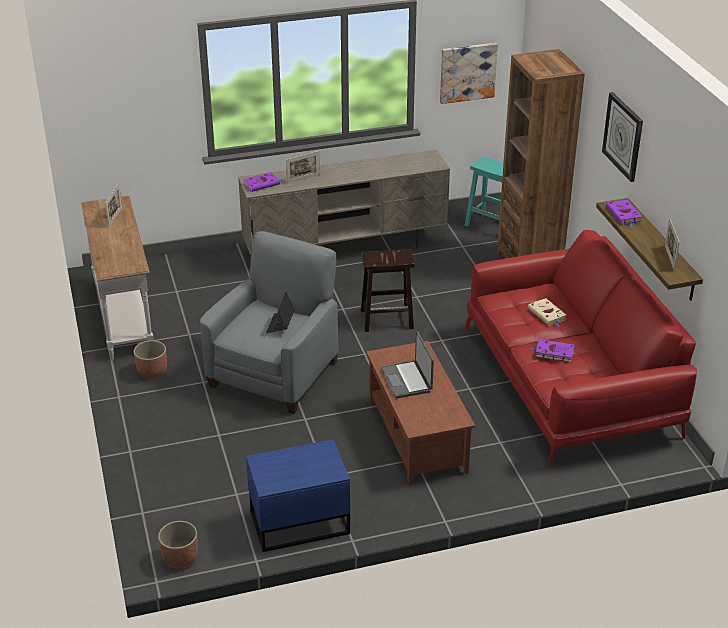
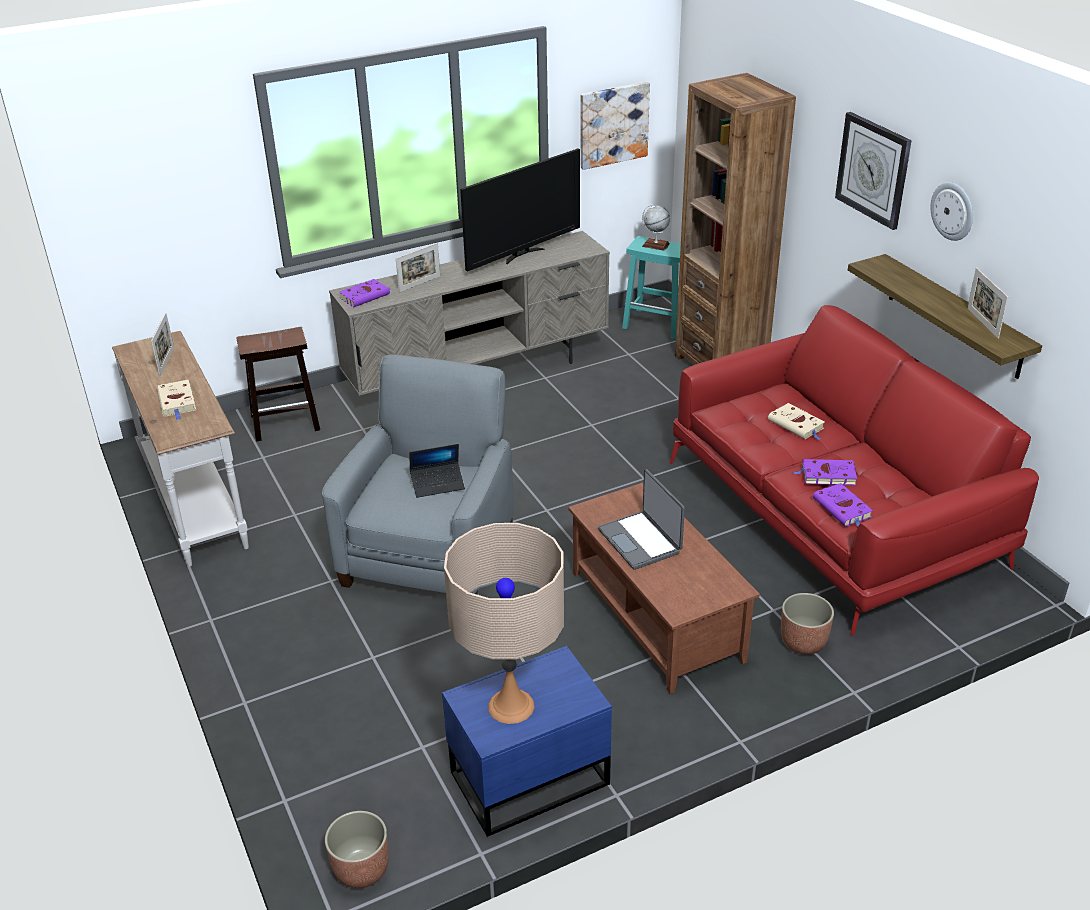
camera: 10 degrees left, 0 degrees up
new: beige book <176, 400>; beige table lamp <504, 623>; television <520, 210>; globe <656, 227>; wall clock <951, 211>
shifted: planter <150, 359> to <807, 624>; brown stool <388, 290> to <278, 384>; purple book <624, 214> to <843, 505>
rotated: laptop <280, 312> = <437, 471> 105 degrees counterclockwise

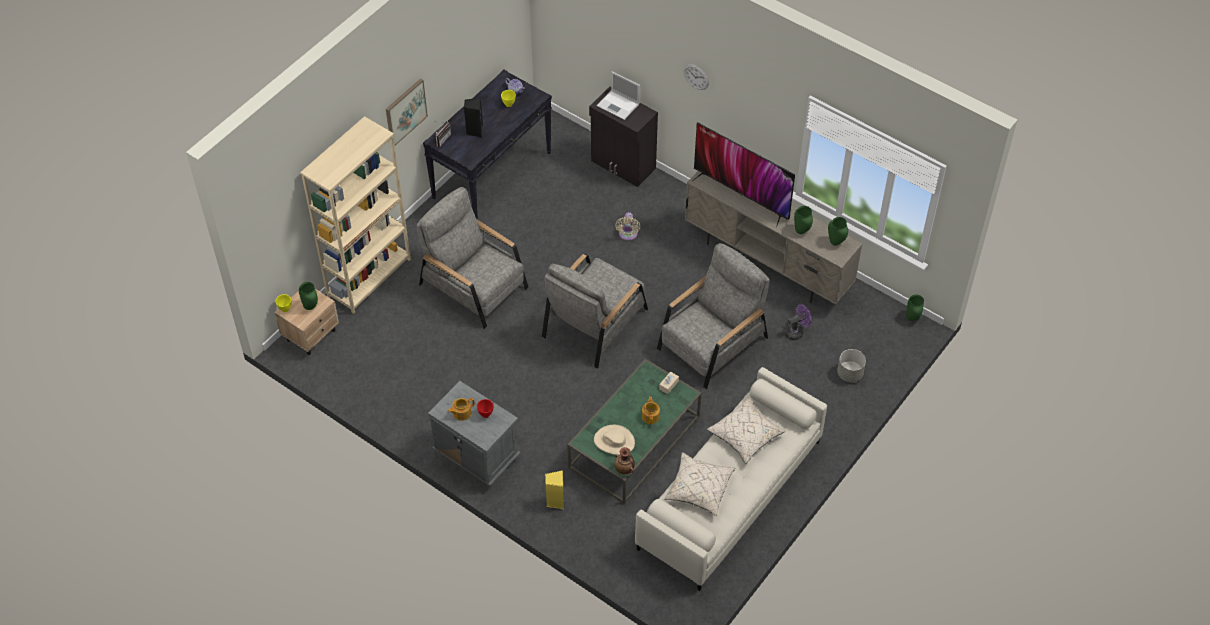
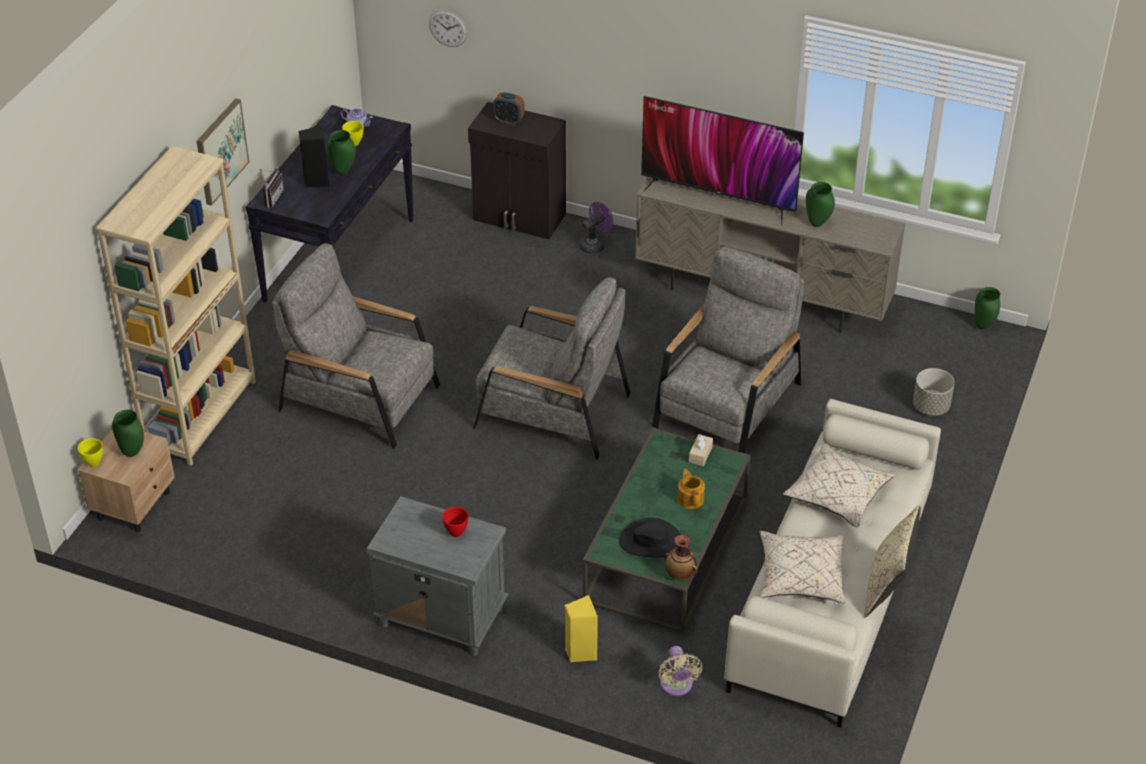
camera: 15 degrees left, 10 degrees down
gone: teapot <461, 409>
new: beige pillow <892, 561>
shifted: beige fan <627, 226> to <680, 671>; wall clock <696, 77> to <448, 28>; purple fan <798, 322> to <596, 228>; green vase <838, 231> to <341, 152>
swapped: laptop <618, 95> to alarm clock <509, 108>
repainted: beige hat <614, 440> to black hat <650, 537>
rotated: grey armchair <595, 310> = <552, 368> 90 degrees counterclockwise

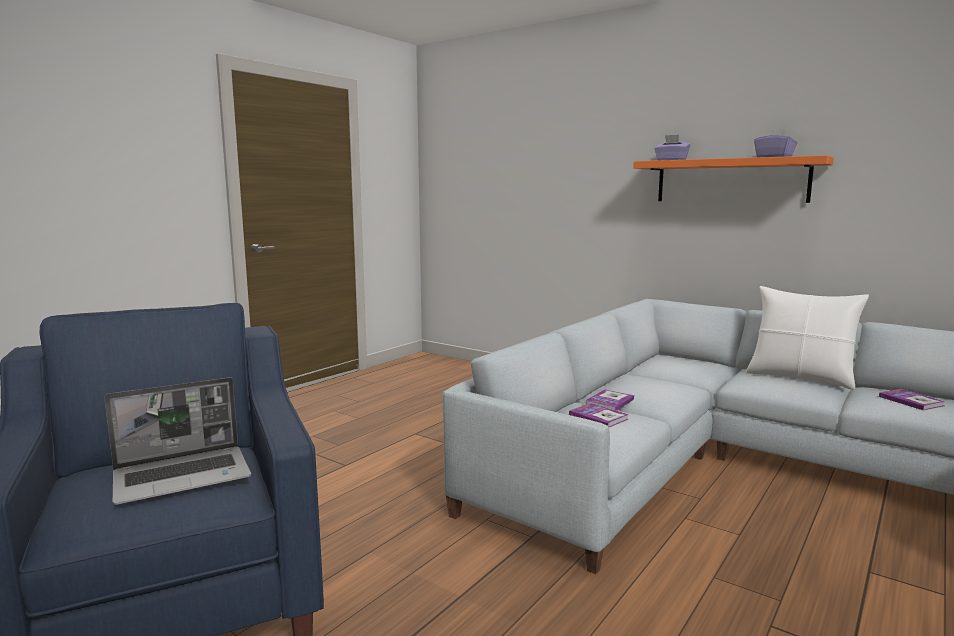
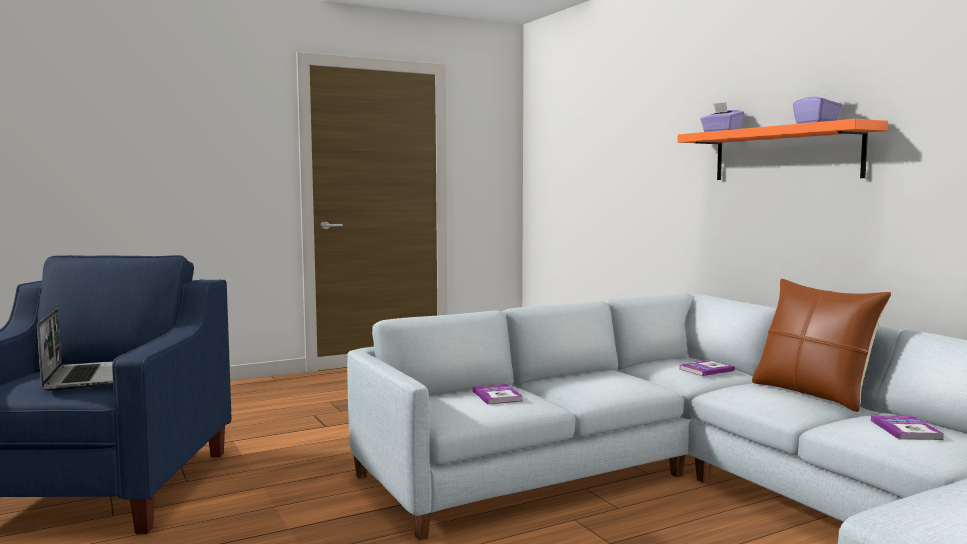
camera: 25 degrees right, 5 degrees down
shifted: book <609, 400> to <707, 368>
repainted: white pillow <807, 338> to brown pillow <821, 345>
rotated: laptop <178, 441> = <75, 350> 105 degrees counterclockwise

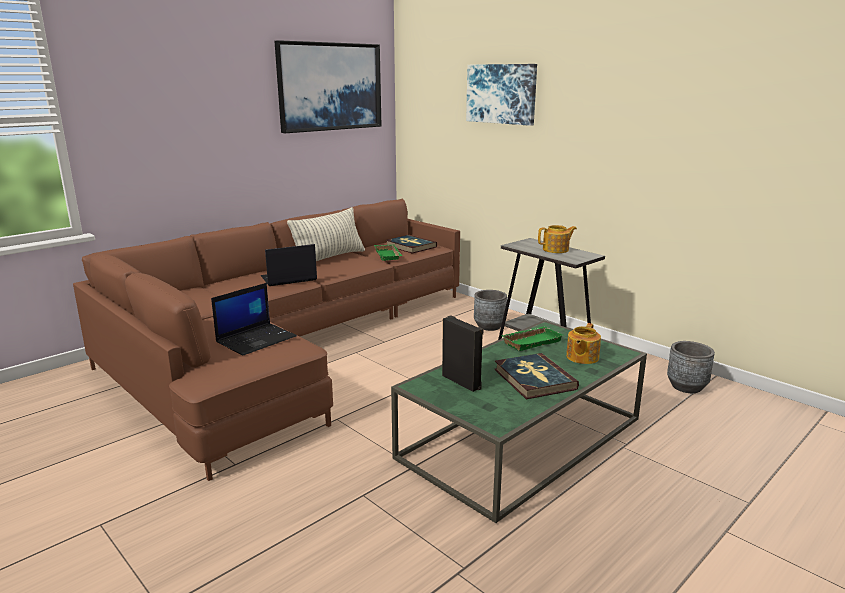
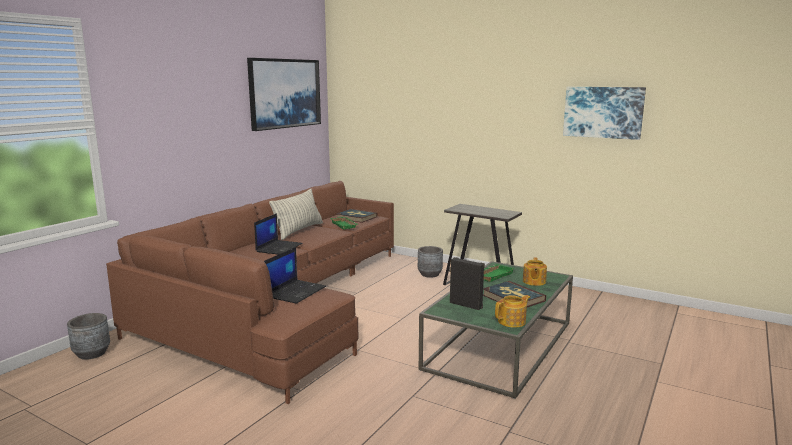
camera: 15 degrees left, 5 degrees down
shifted: picture <501, 95> to <604, 113>; teapot <557, 239> to <512, 311>; grey planter <691, 367> to <88, 336>
rotated: laptop <289, 265> = <278, 233> 150 degrees clockwise

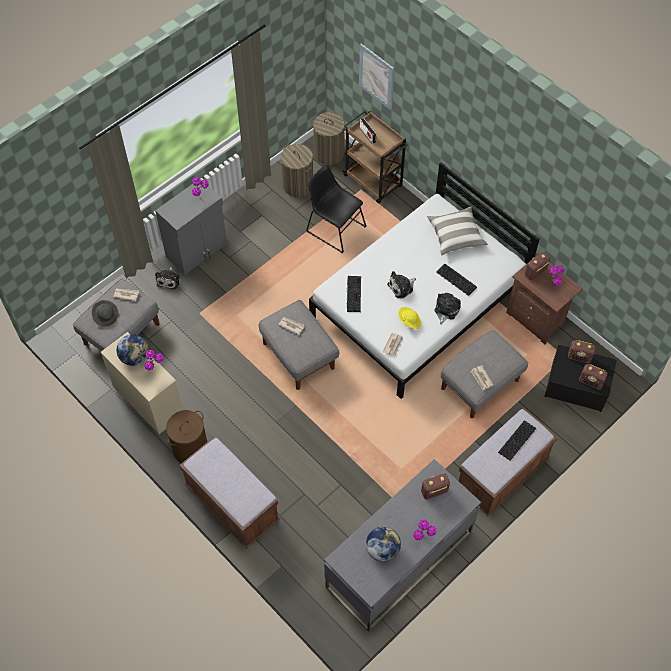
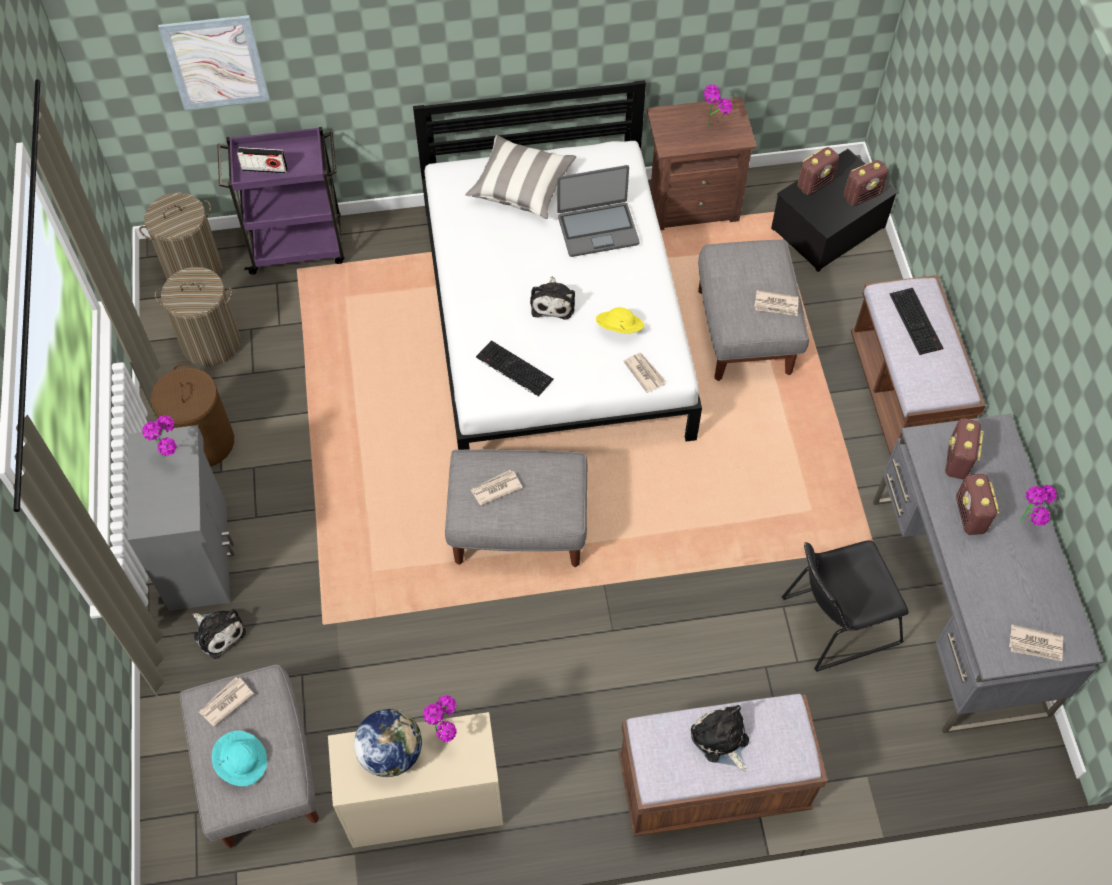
camera: 55 degrees left, 0 degrees up
gone: globe <383, 544>
new: newspaper <1036, 643>
shifted: brown laundry basket <186, 436> to <192, 415>; black chair <336, 208> to <845, 606>; plush toy <447, 309> to <720, 738>; radio <537, 266> to <977, 504>
swapped: keyboard <456, 280> to laptop <598, 211>
repainted: grey hat <105, 313> to turquoise hat <239, 758>; brown cart <375, 157> to purple cart <281, 201>

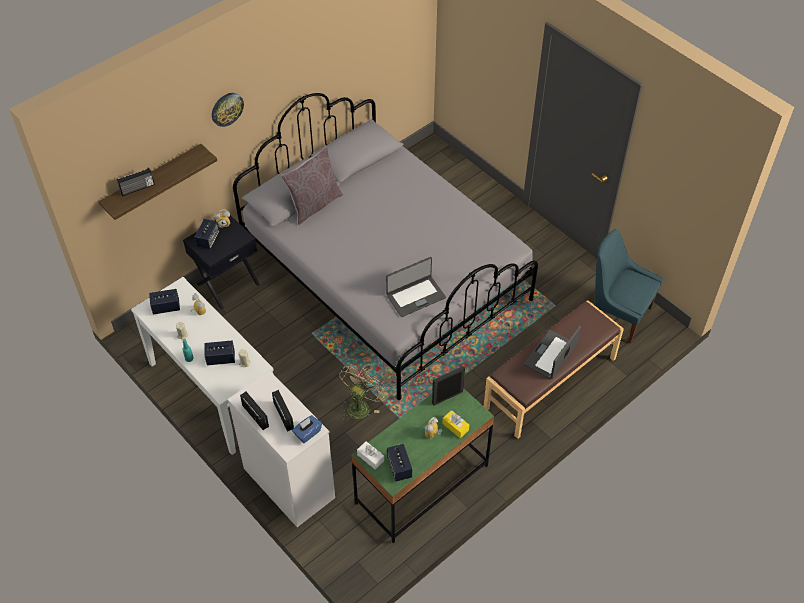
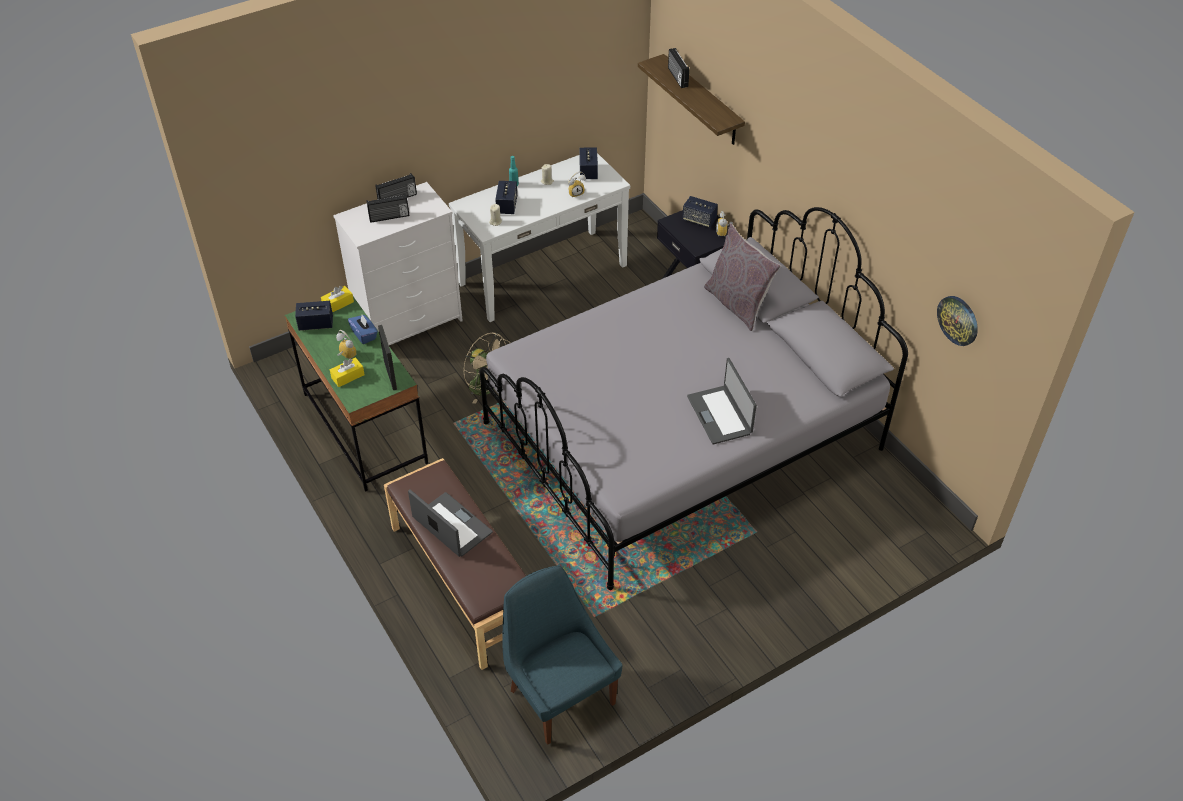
camera: 100 degrees right, 5 degrees down
shifted: wall clock <228, 110> to <957, 321>; blue tissue box <307, 429> to <363, 329>; laptop <416, 287> to <722, 401>
repainted: white tissue box <370, 455> to yellow tissue box <337, 299>
rotated: blue chair <629, 286> = <562, 655> 75 degrees counterclockwise

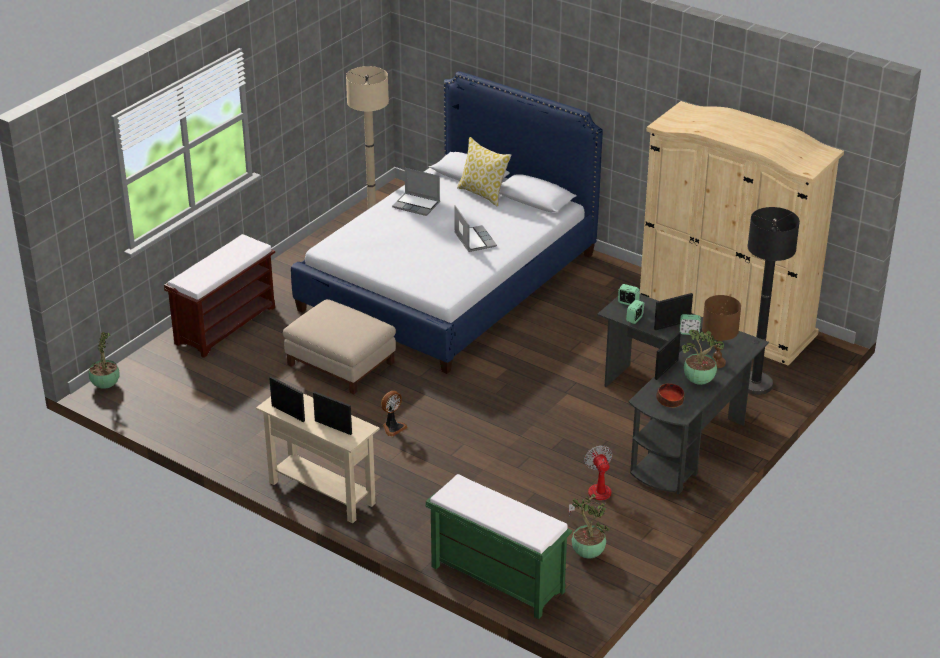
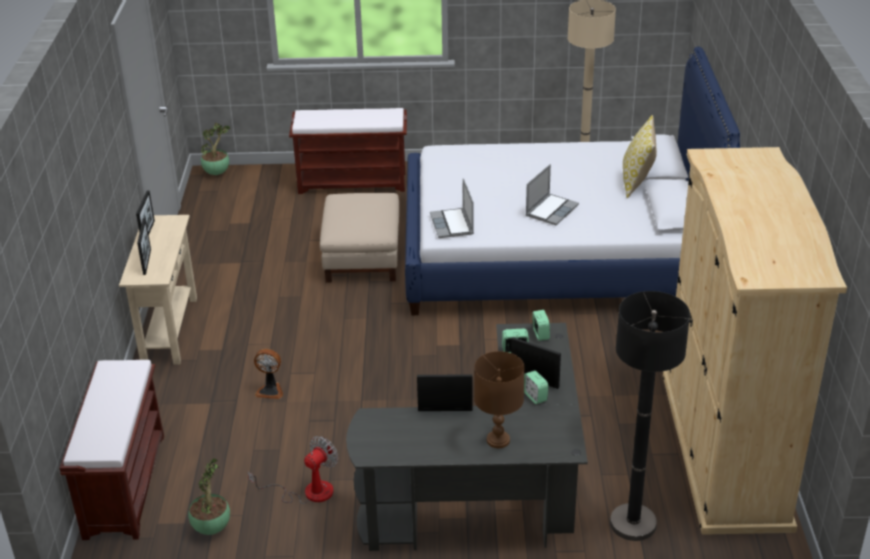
camera: 55 degrees right, 0 degrees up
gone: bowl <670, 395>; potted plant <702, 357>
shifted: fan <394, 414> to <268, 374>; laptop <416, 192> to <452, 208>
repainted: green bench <498, 546> to brown bench <111, 450>

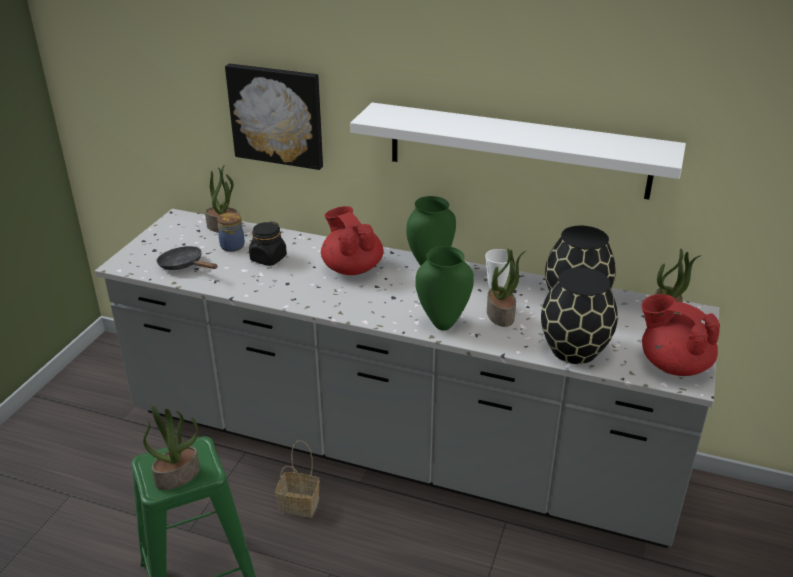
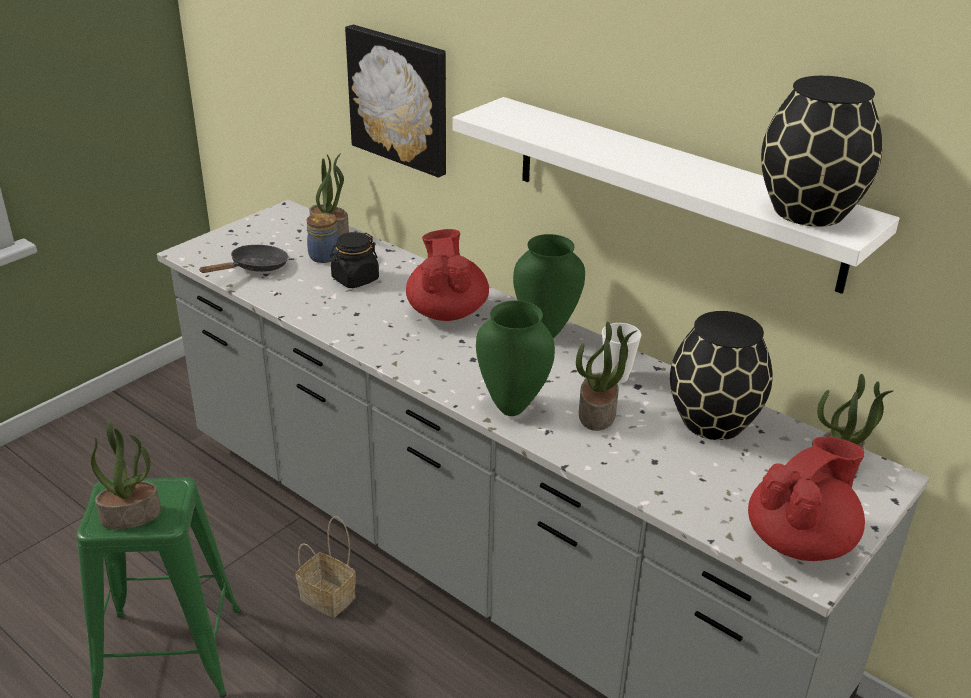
camera: 20 degrees right, 0 degrees up
shifted: black vase <579, 315> to <821, 151>
rotated: black frying pan <186, 258> = <243, 259> 75 degrees clockwise; red teapot <680, 335> = <806, 499> 75 degrees clockwise

